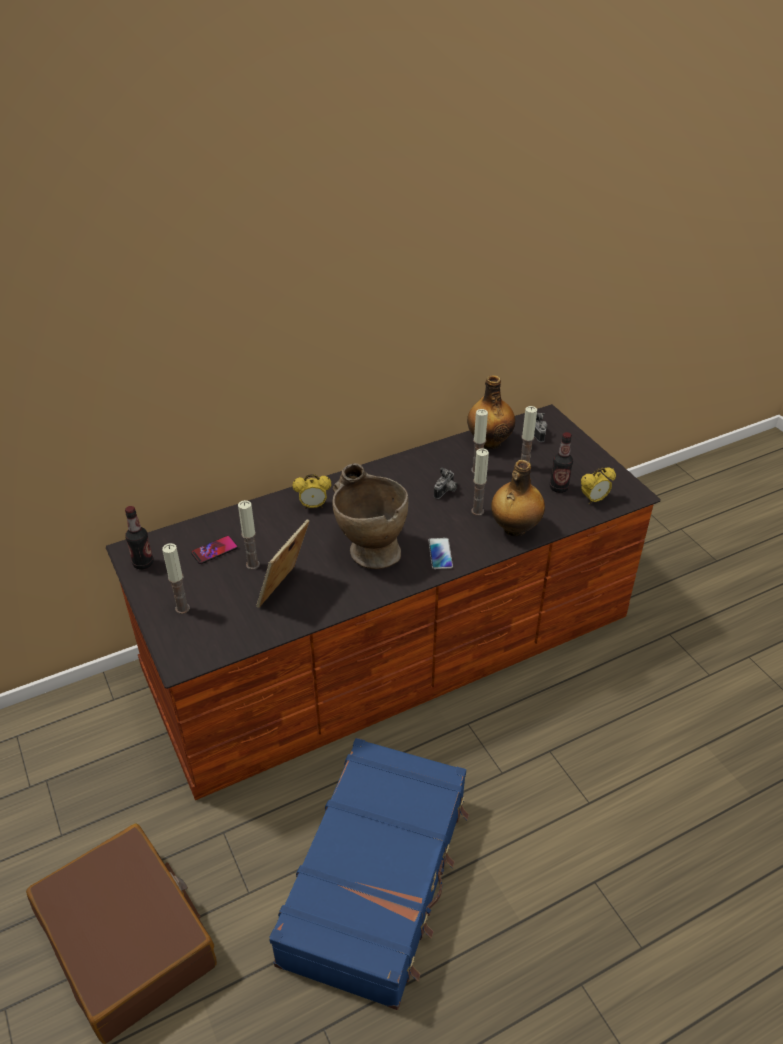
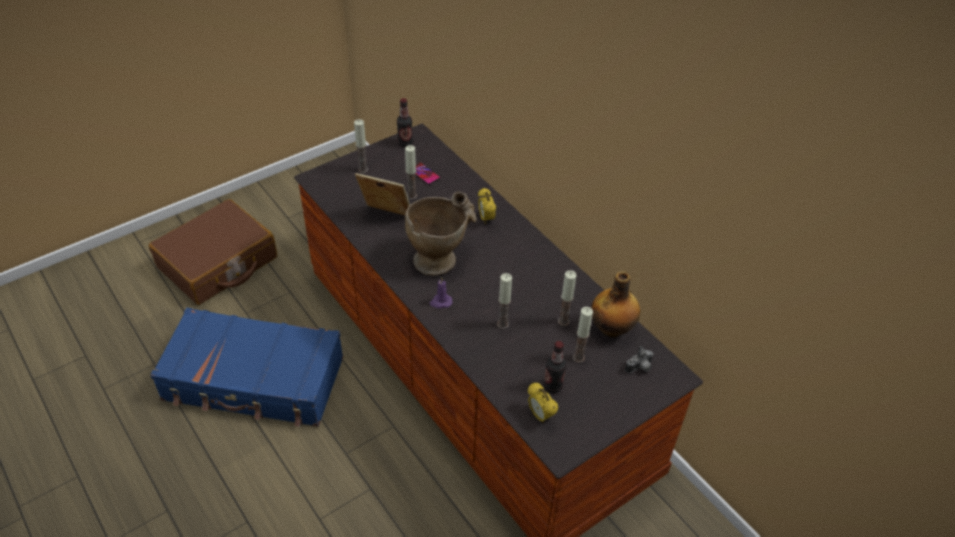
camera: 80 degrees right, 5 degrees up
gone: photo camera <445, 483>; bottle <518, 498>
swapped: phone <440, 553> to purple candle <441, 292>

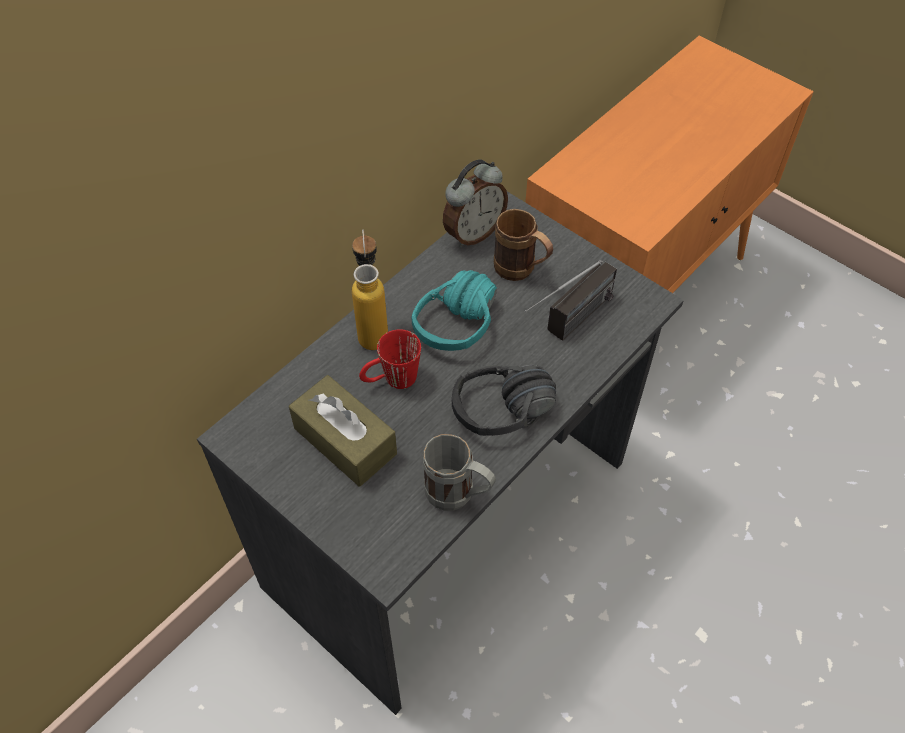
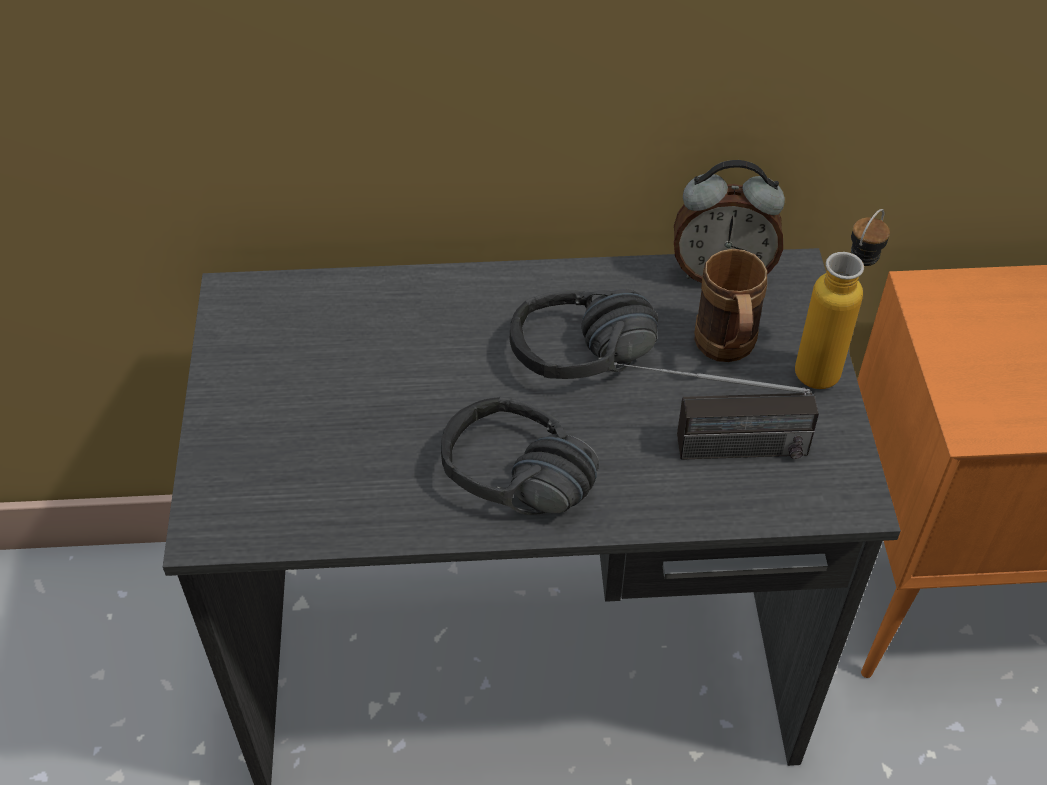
camera: 45 degrees right, 5 degrees down
gone: brown tissue box <343, 431>; red mug <390, 359>; grey mug <459, 472>
shifted: bottle <370, 289> to <842, 299>
repainted: turquoise headphones <454, 310> to black headphones <584, 334>

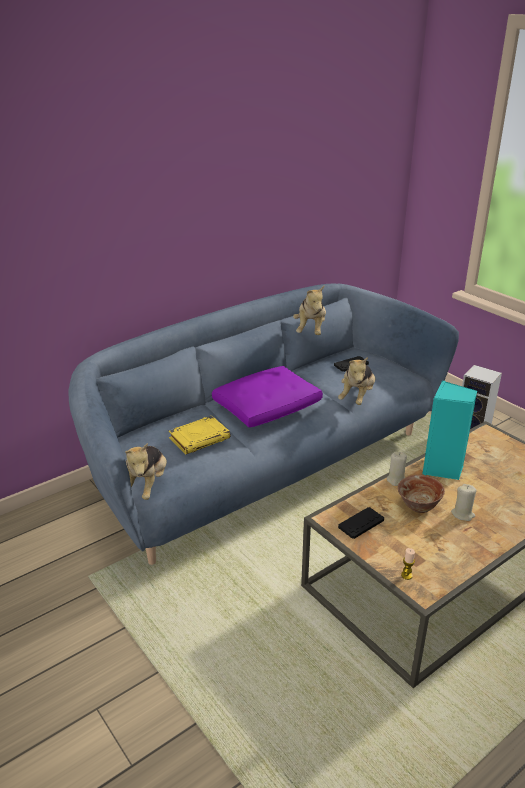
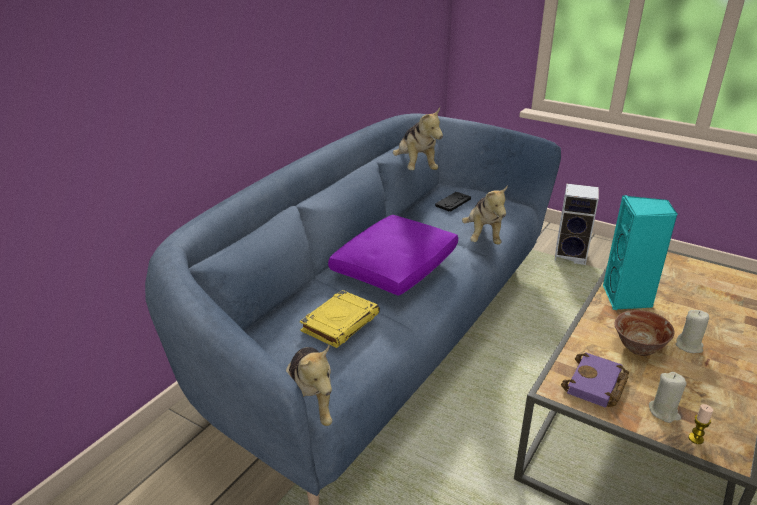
camera: 20 degrees left, 0 degrees up
shifted: beige candle <397, 469> to <668, 397>
swapped: black game controller <361, 523> to purple book <595, 380>

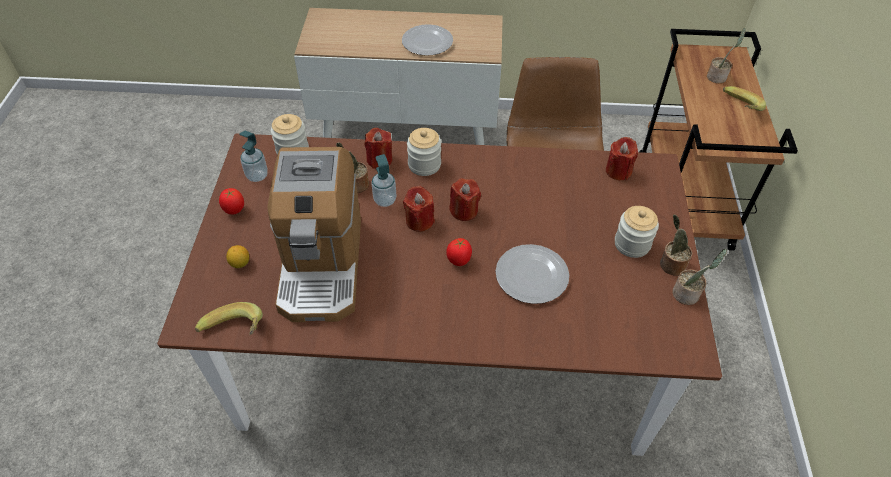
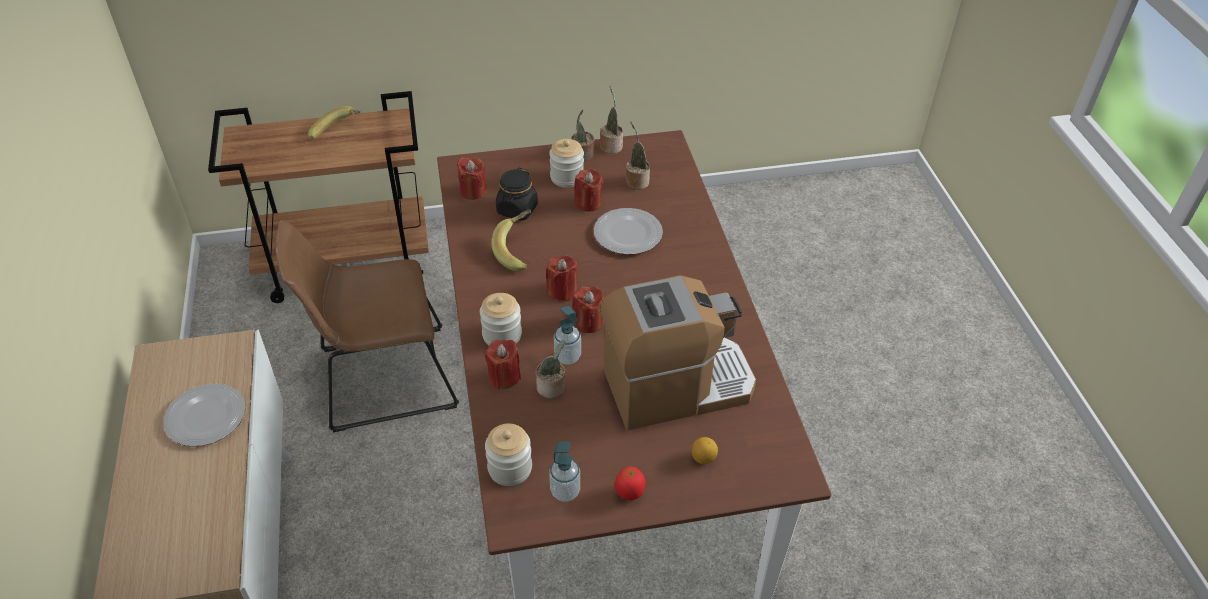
camera: 105 degrees left, 5 degrees down
gone: tomato <459, 252>
new: black jar <517, 194>; red candle <589, 190>
shifted: banana <229, 318> to <511, 240>; potted plant <726, 55> to <638, 156>

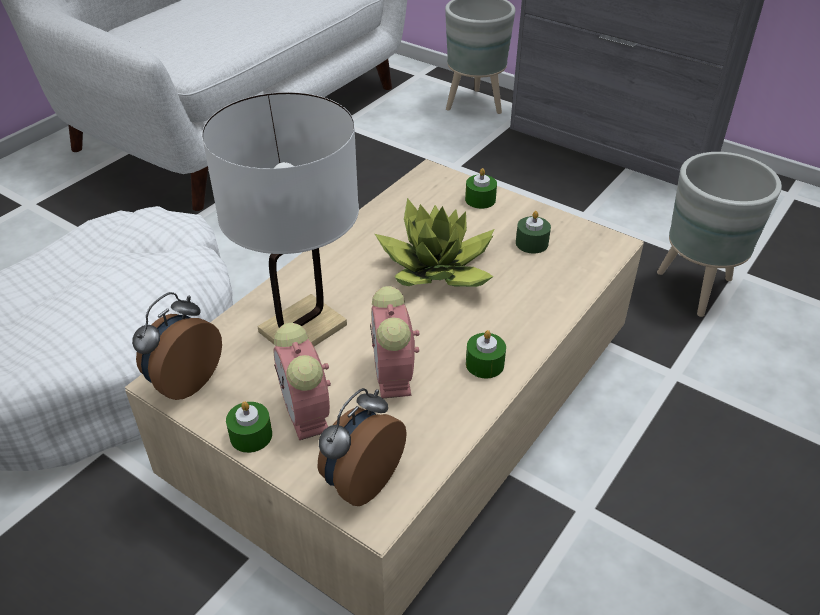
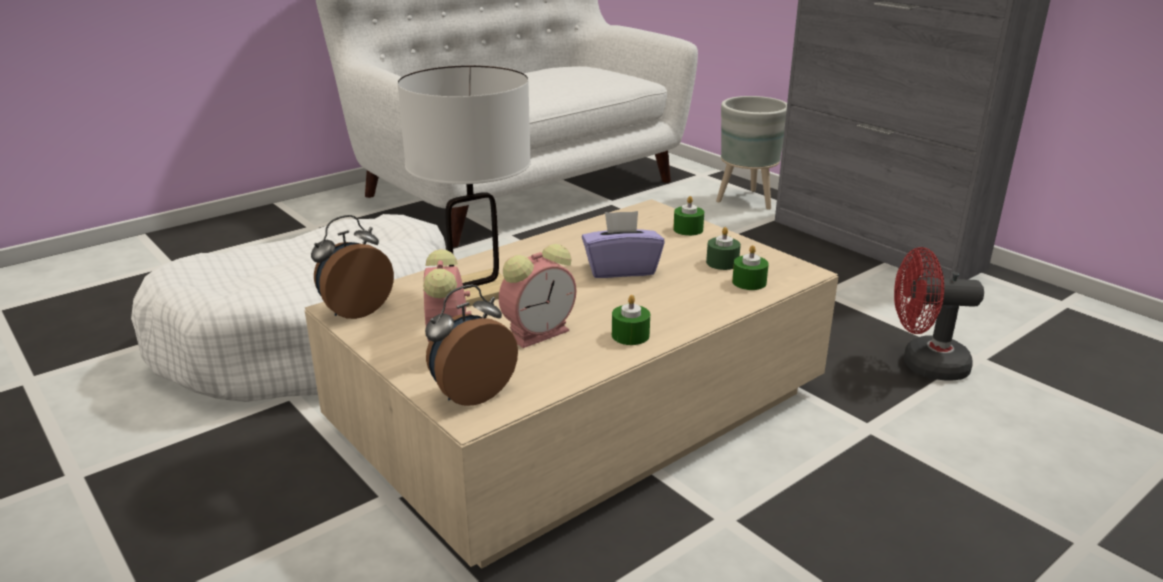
camera: 15 degrees right, 15 degrees down
shifted: green candle <249, 427> to <750, 267>
swapped: potted plant <435, 242> to purple tissue box <623, 244>; grey planter <719, 234> to red fan <939, 314>
rotated: alarm clock <394, 342> = <538, 296> 135 degrees counterclockwise

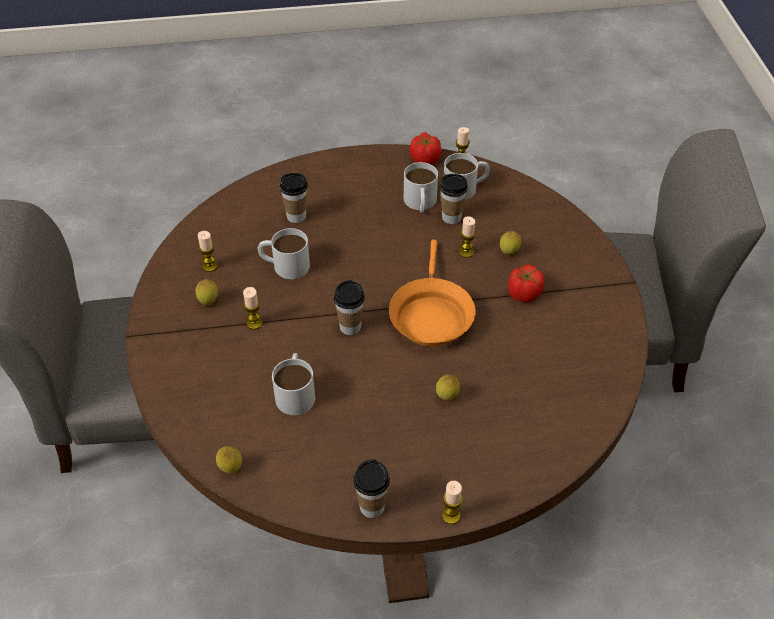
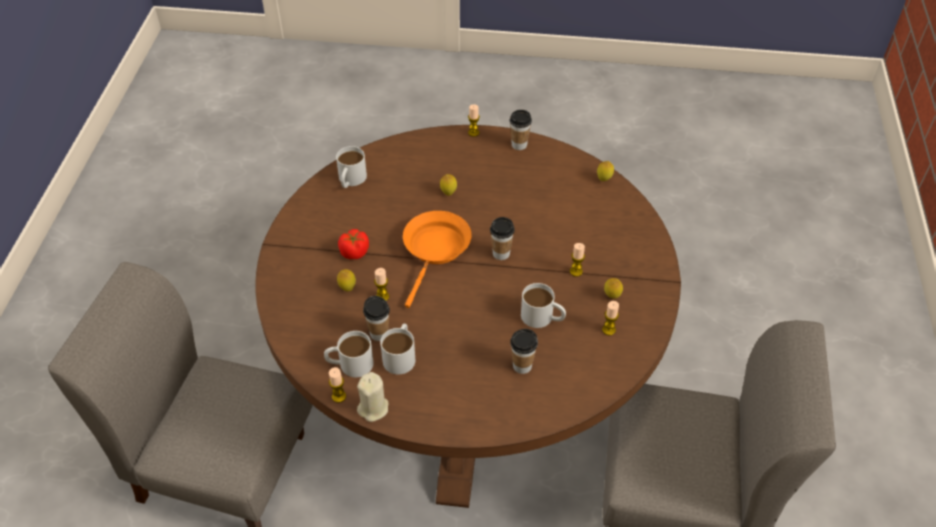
camera: 165 degrees left, 0 degrees up
shifted: white mug <293, 384> to <351, 167>
swapped: tomato <426, 148> to beige candle <373, 397>

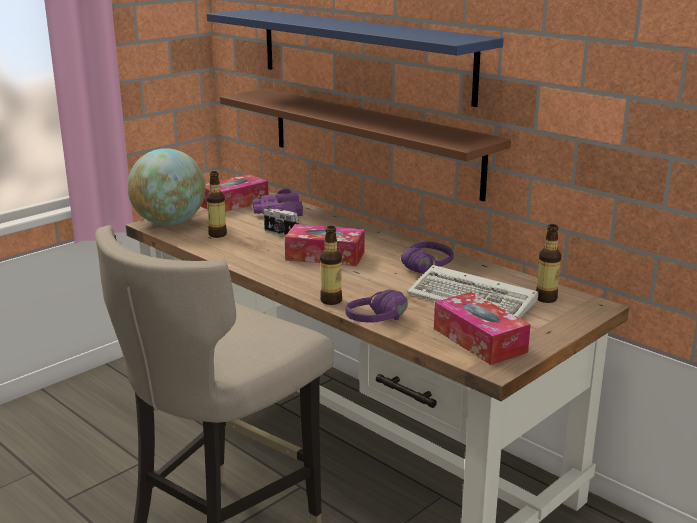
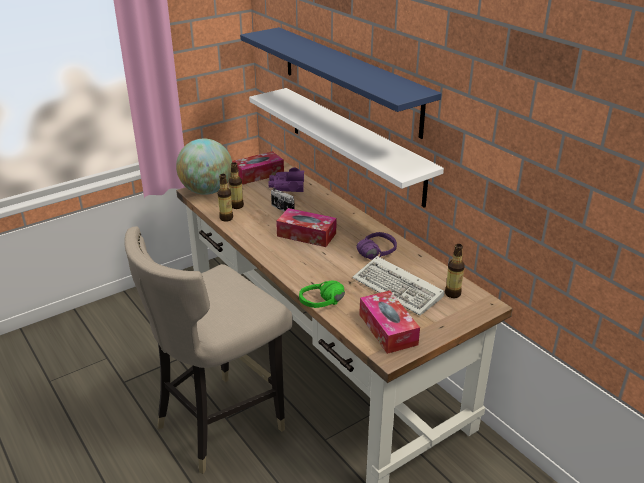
camera: 10 degrees right, 10 degrees up
shifted: bottle <331, 265> to <225, 198>
repainted: brown shelf <365, 145> to white shelf <346, 148>; purple headphones <376, 306> to green headphones <322, 294>

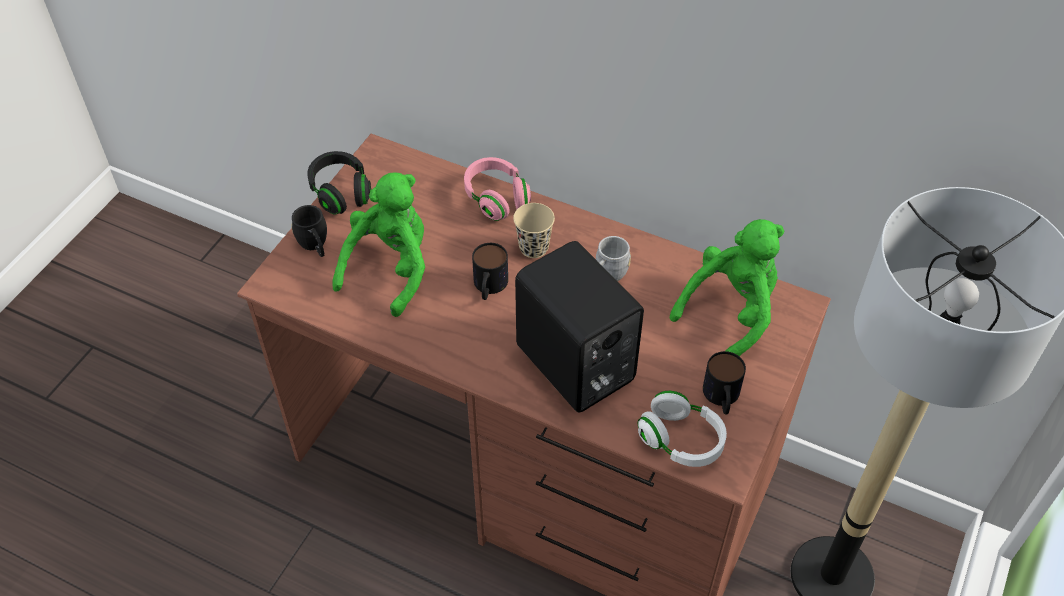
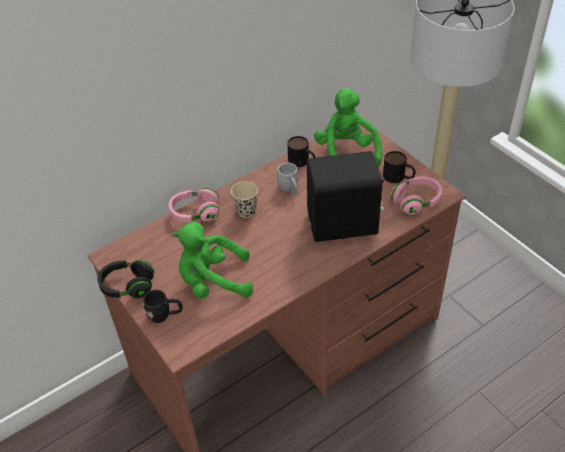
camera: 60 degrees left, 5 degrees down
shifted: mug <490, 271> to <301, 151>
repainted: white headphones <682, 429> to pink headphones <416, 195>
rotated: green plush toy <379, 244> = <213, 260> 60 degrees counterclockwise

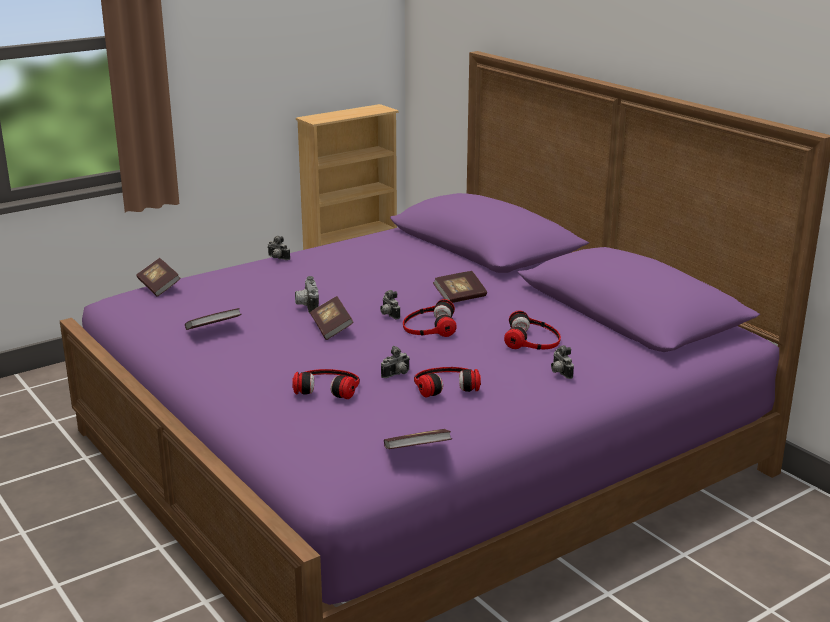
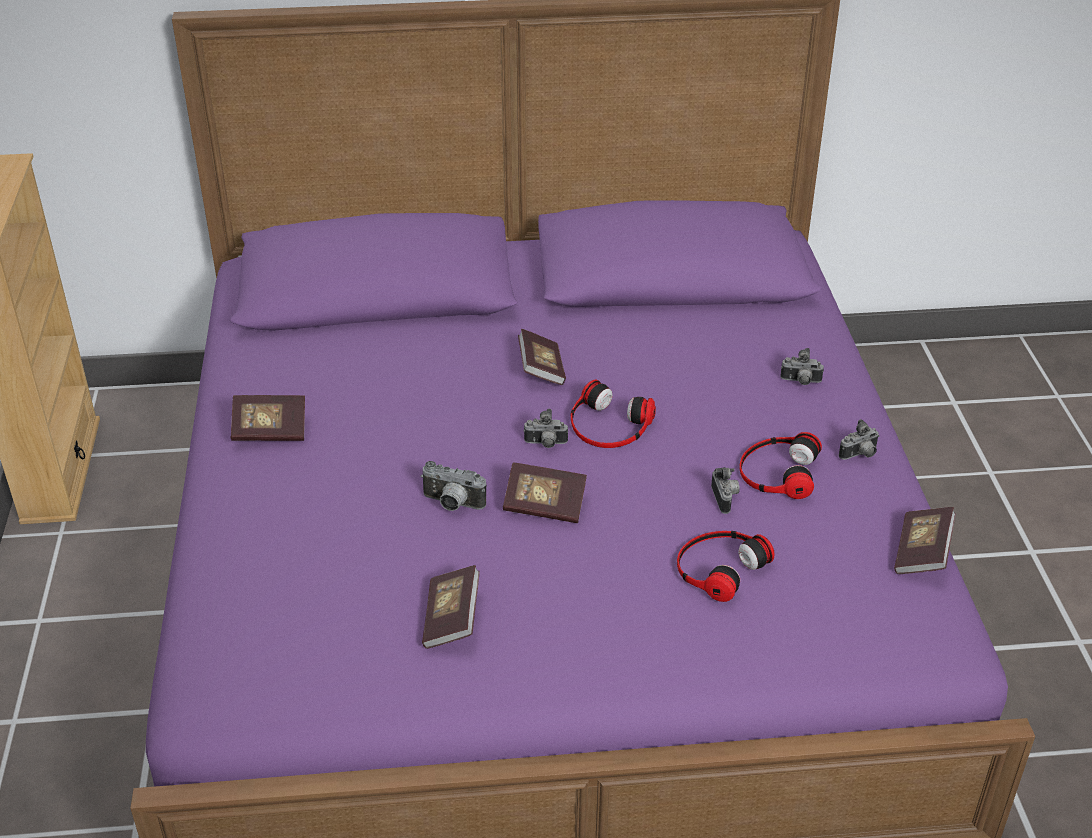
camera: 60 degrees left, 15 degrees up
gone: headphones <532, 330>
shifted: book <158, 277> to <268, 418>; photo camera <278, 248> to <859, 439>

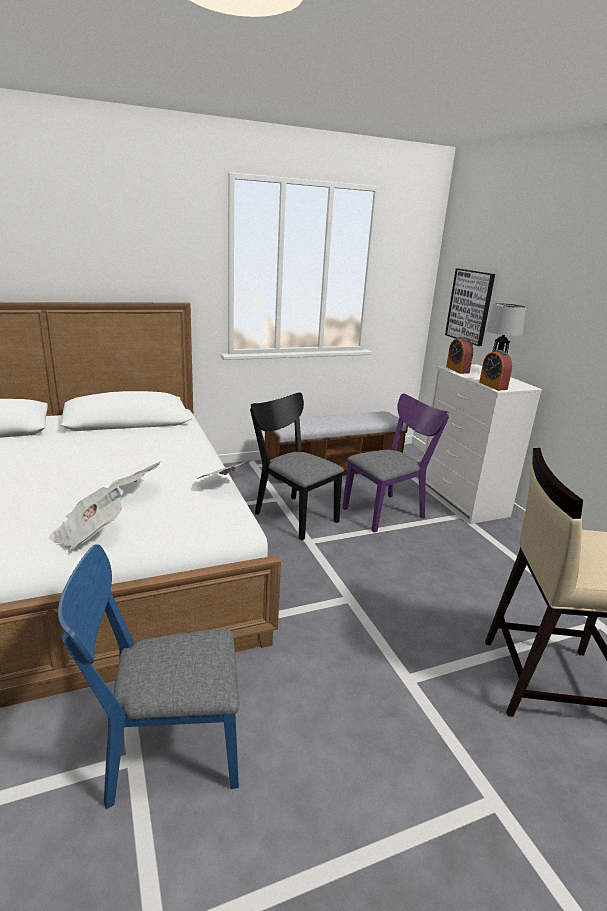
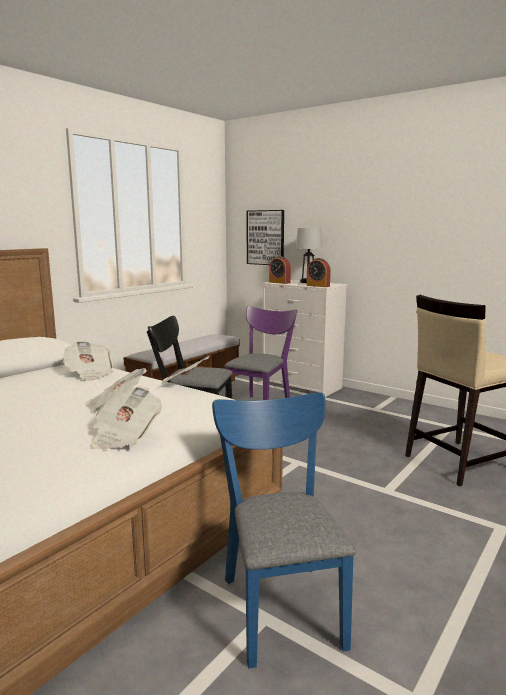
camera: 30 degrees left, 10 degrees down
new: newspaper <88, 361>
rotated: blue chair <148, 676> = <284, 530> 120 degrees clockwise

